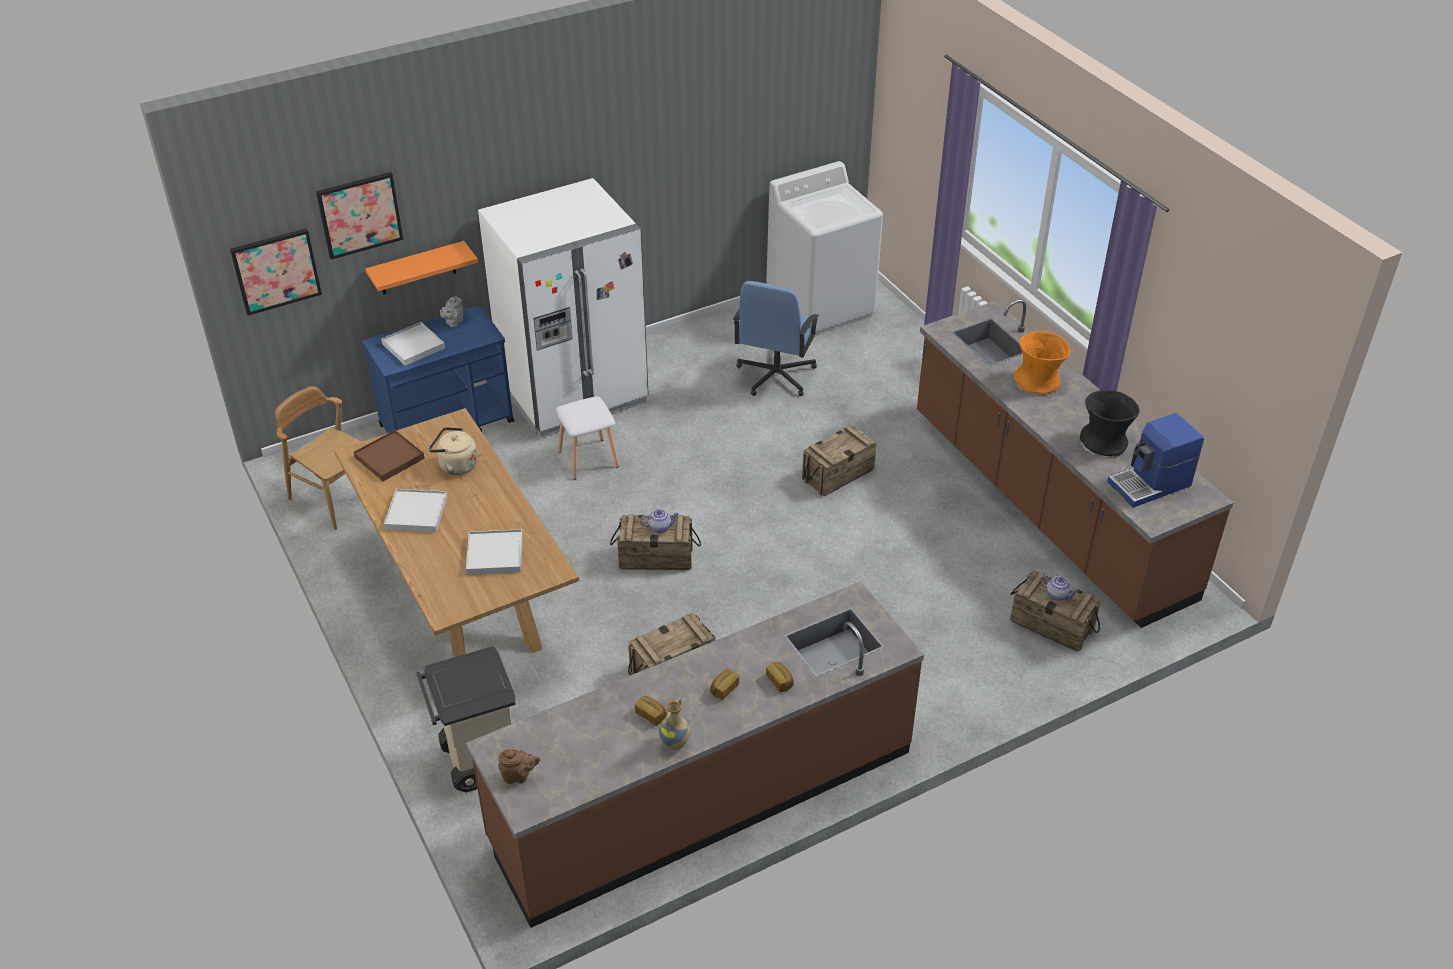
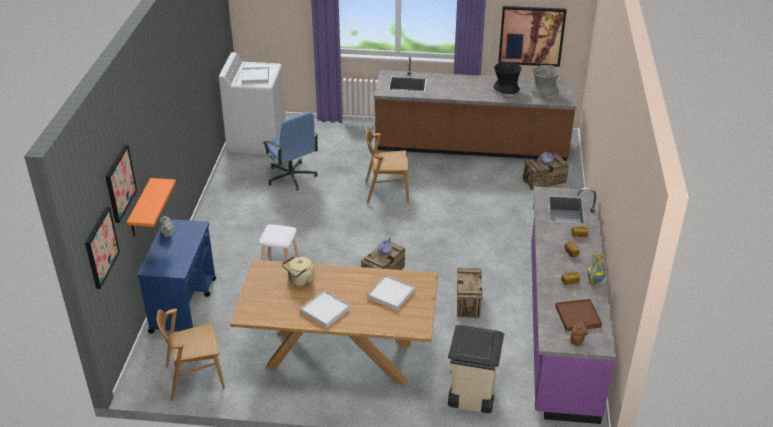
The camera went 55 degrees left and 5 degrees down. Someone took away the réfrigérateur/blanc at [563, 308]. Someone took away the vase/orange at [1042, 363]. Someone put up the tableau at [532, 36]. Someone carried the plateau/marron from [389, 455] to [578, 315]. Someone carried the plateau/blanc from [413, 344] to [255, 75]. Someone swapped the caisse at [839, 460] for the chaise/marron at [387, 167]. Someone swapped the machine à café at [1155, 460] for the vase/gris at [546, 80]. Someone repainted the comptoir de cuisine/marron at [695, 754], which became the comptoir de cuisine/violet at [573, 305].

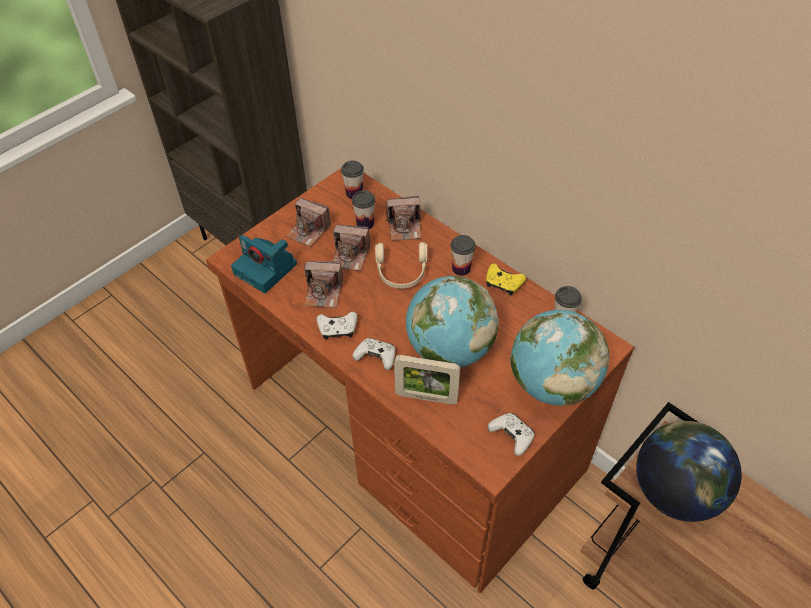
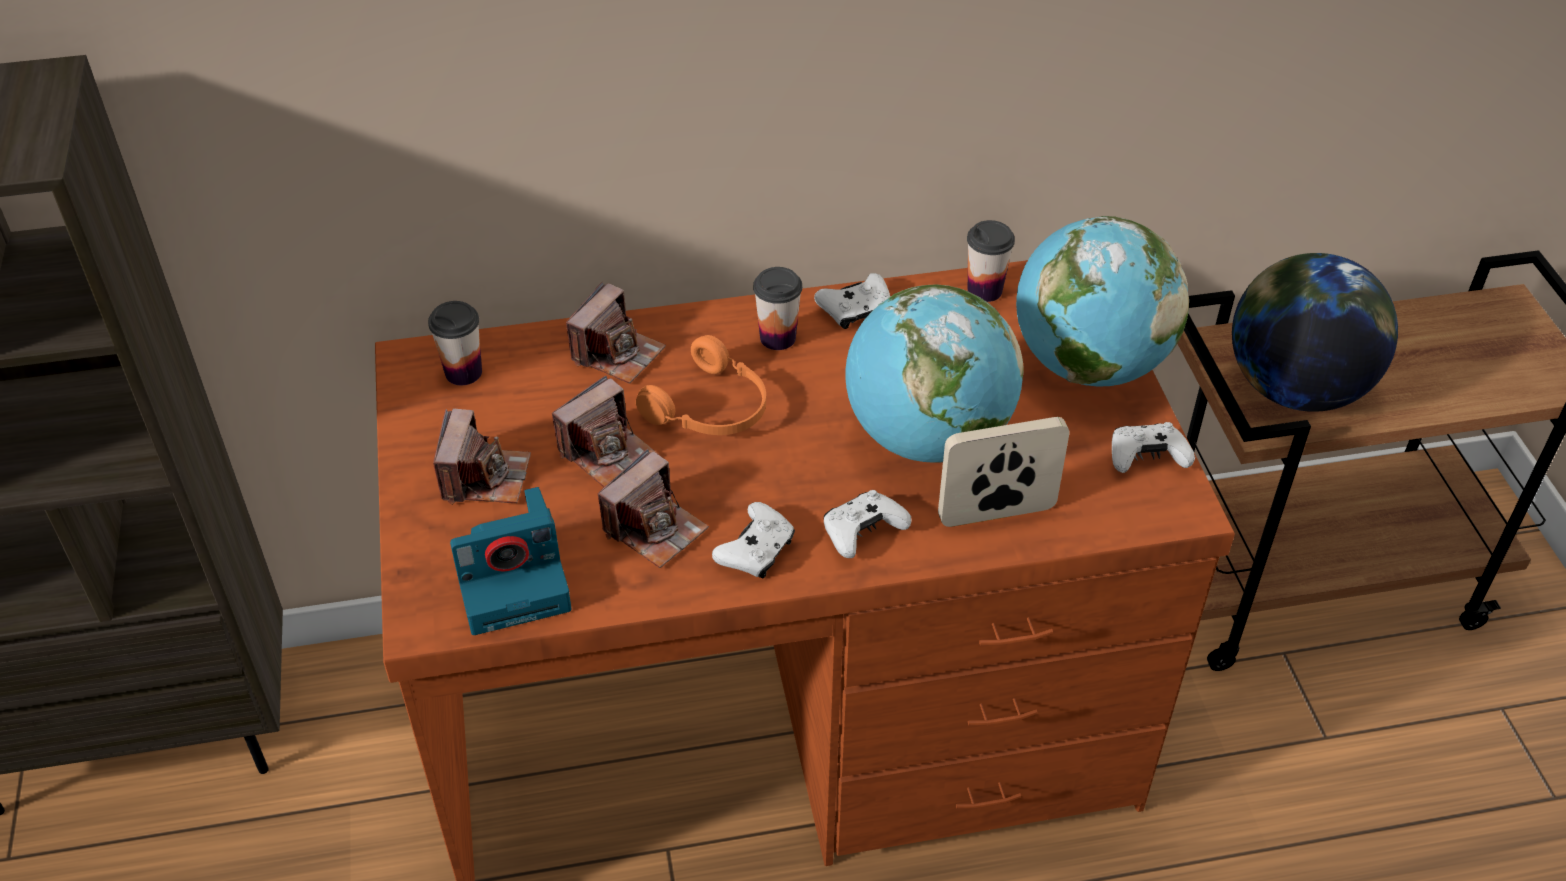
The camera went 55 degrees left and 5 degrees down. Someone took away the tasse at [363, 209]. Someone repainted the casque audio/beige at [401, 265], which became the casque audio/orange at [701, 385]. Someone repainted the manette/jaune at [506, 280], which became the manette/blanc at [852, 301]. Someone rotated the appareil photo at [308, 222] by 60 degrees counterclockwise. Someone rotated the cadre photo at [427, 380] by 150 degrees counterclockwise.

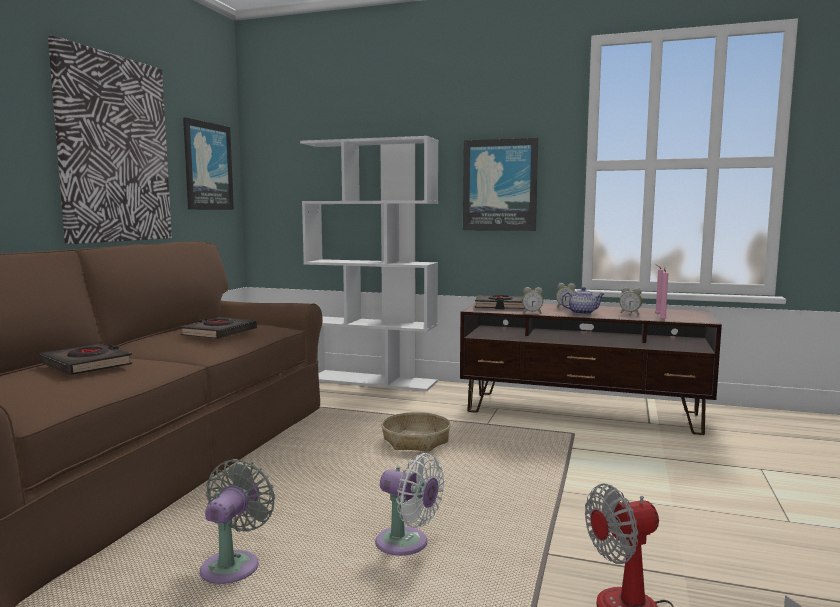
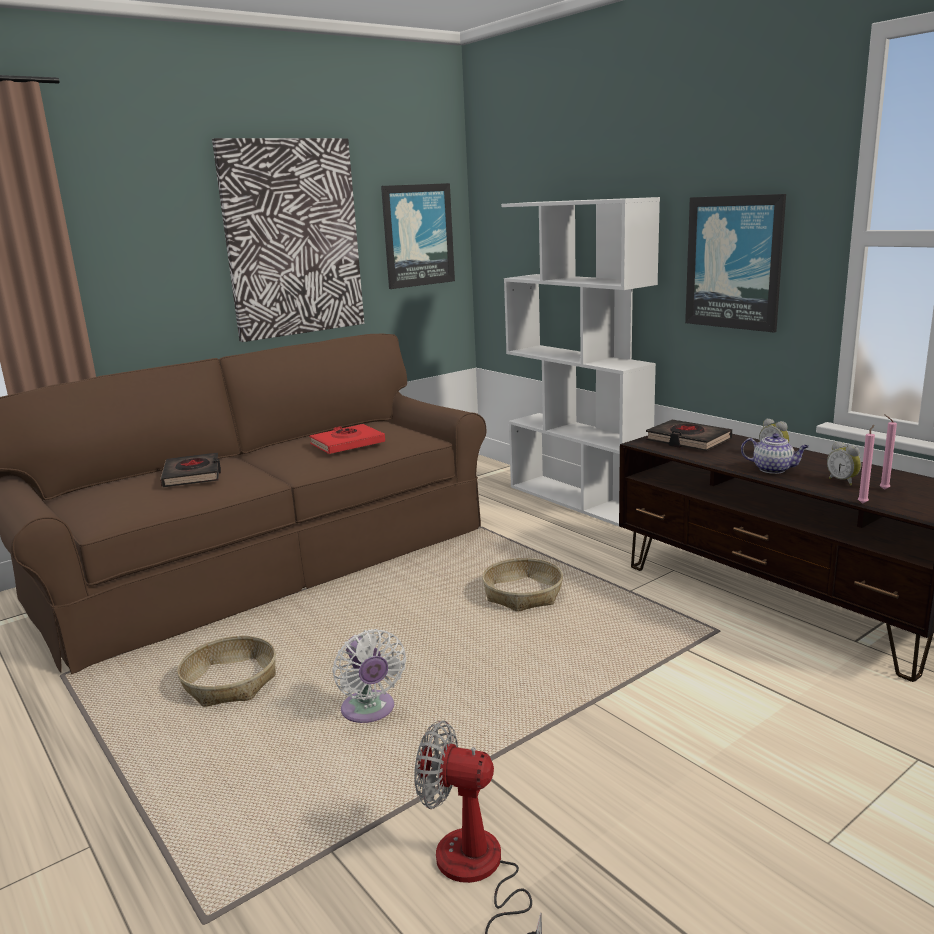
The camera went 35 degrees right and 10 degrees up. Someone took away the réveil at [532, 300]. Someone swapped the ventilateur/gris at [237, 521] for the panier at [226, 671]. Someone repainted the livre/noir at [219, 328], which became the livre/rouge at [347, 439].

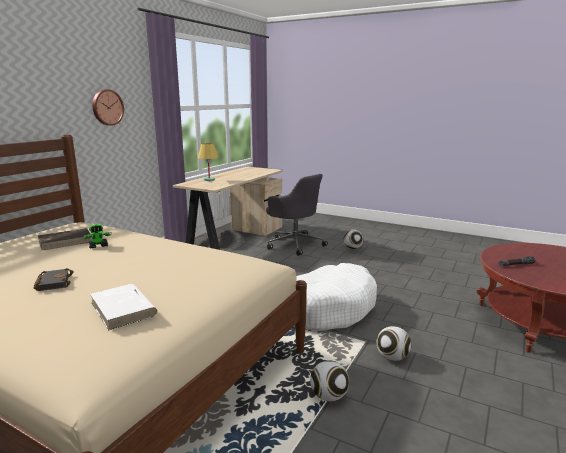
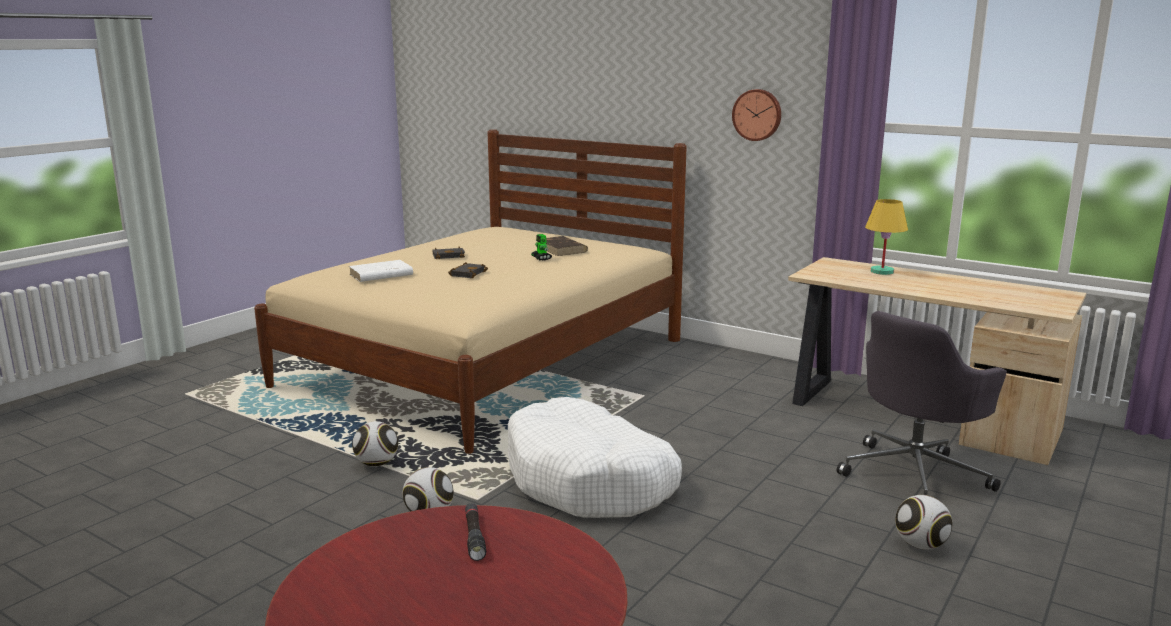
The camera went 95 degrees right and 0 degrees up. Someone put down the livre/noir at [468, 270].

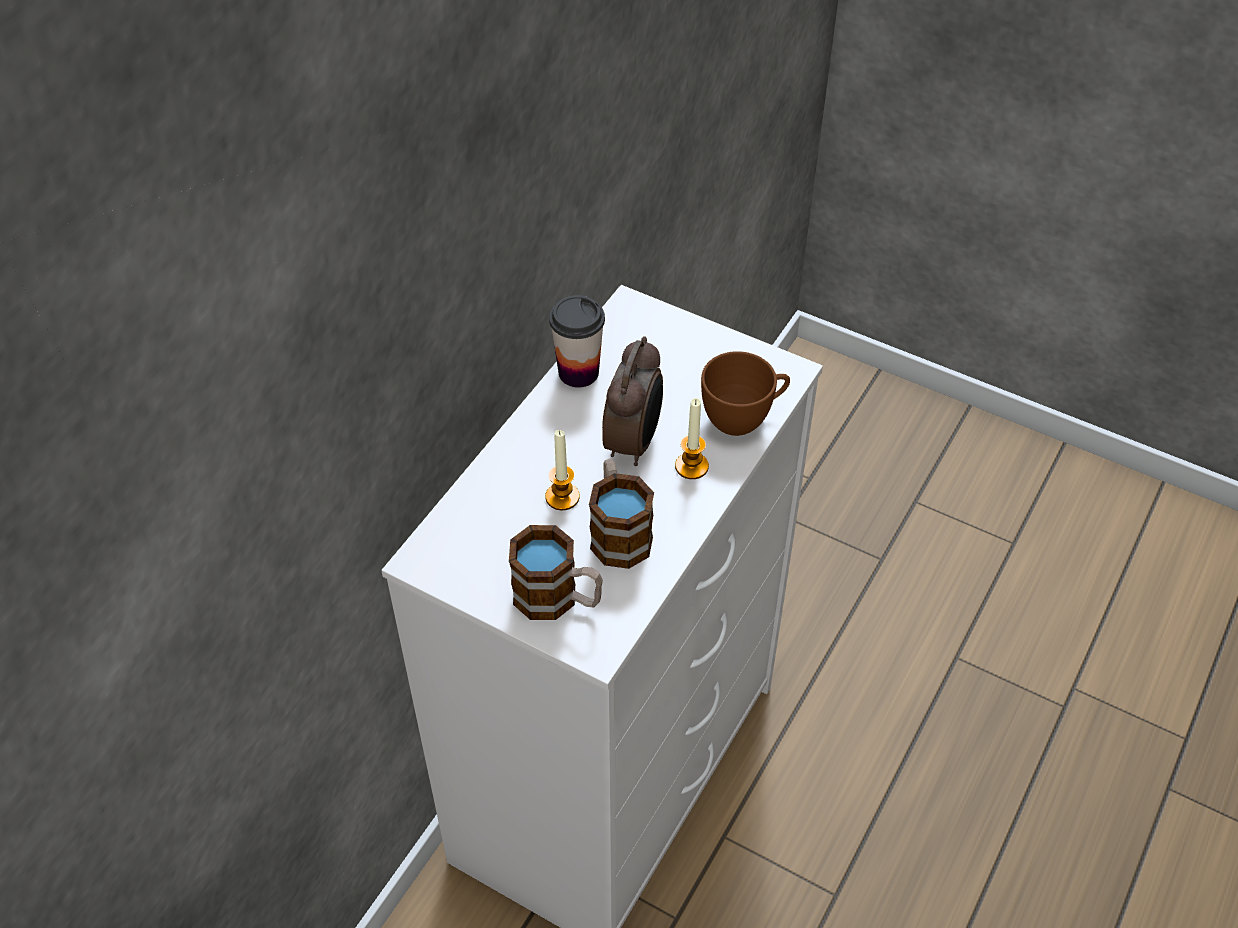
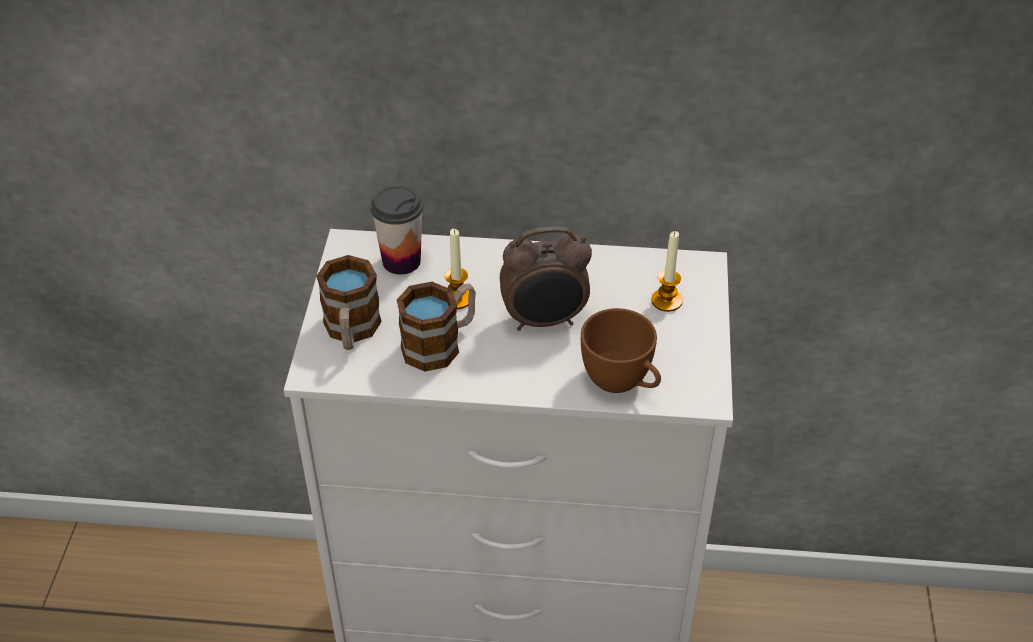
The camera went 65 degrees right and 5 degrees down. Someone carried the tasse from [577, 341] to [396, 230]. Someone carried the bougie from [692, 438] to [667, 271].

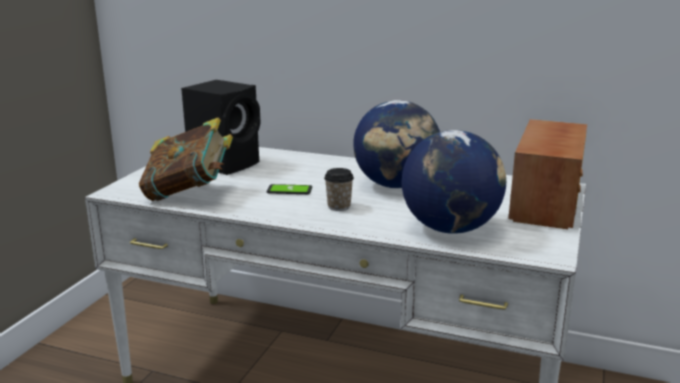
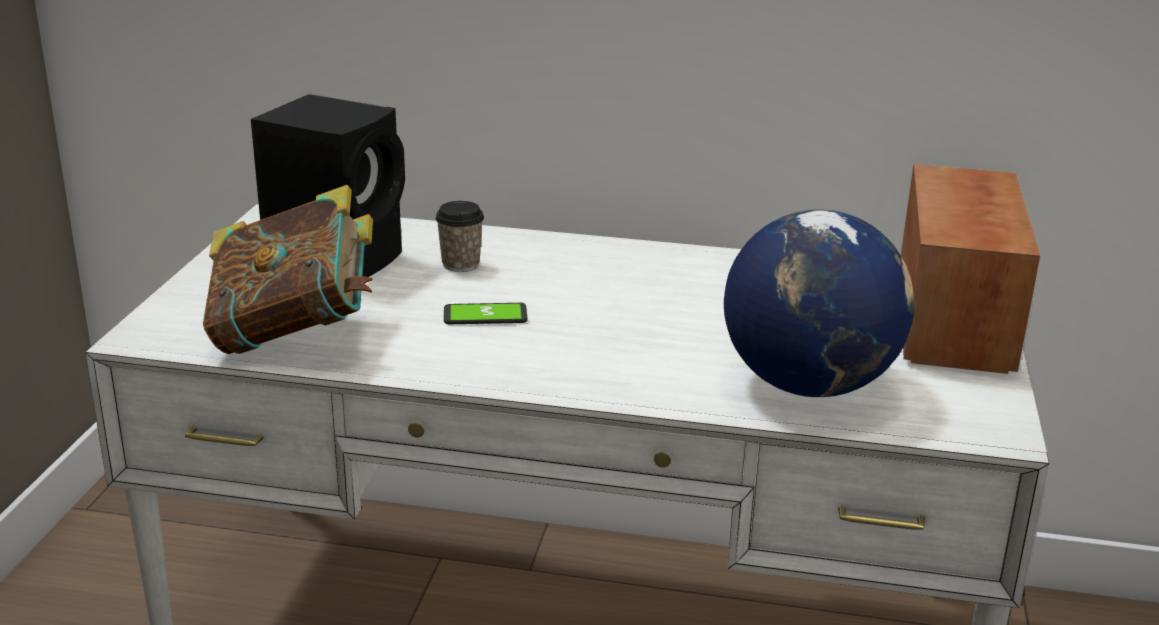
The camera went 10 degrees left and 5 degrees up. Someone took away the globe at [396, 144]. Someone carried the tasse from [339, 189] to [459, 236].

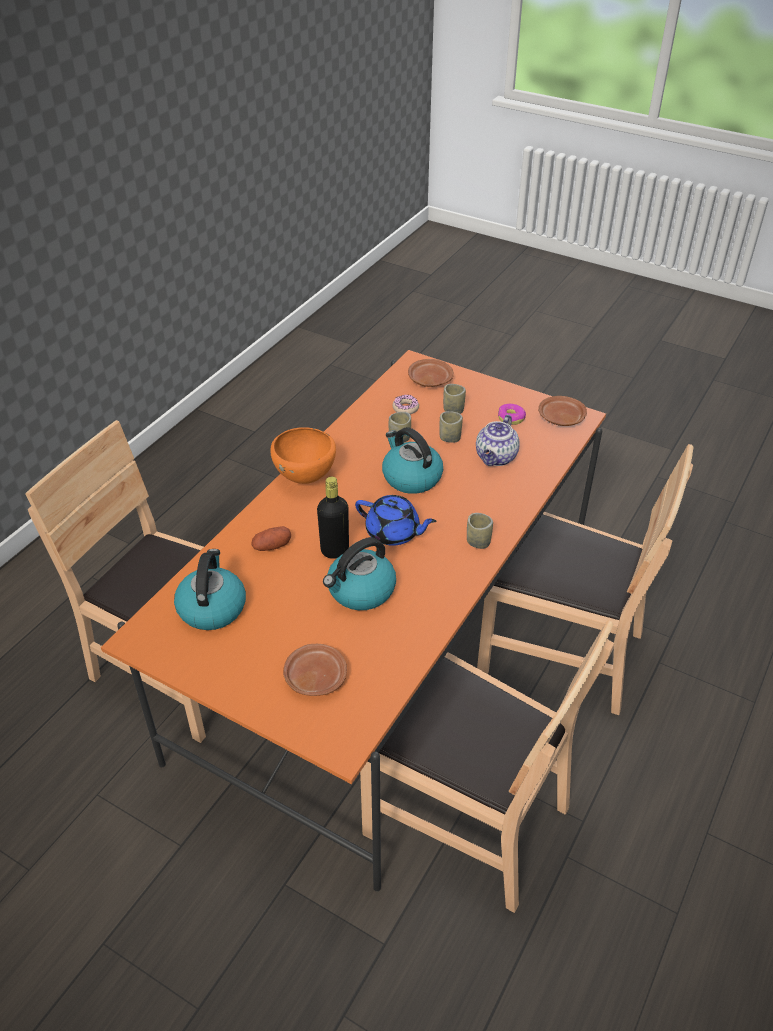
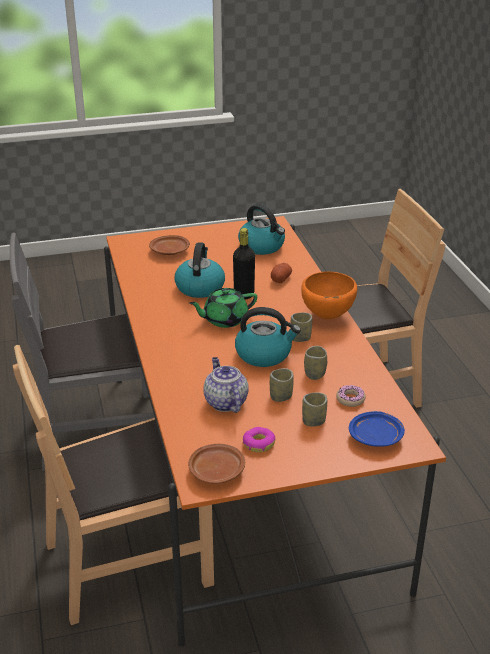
The camera went 135 degrees right and 10 degrees down. Someone carried the tasse from [480, 531] to [301, 327]. Someone repainted the théière/bleu at [395, 520], which became the théière/vert at [223, 308]. Someone repainted the chaise/marron at [487, 766], which became the chaise/gris at [82, 352]. Someone repainted the assiette/marron at [431, 373], which became the assiette/bleu at [377, 429].

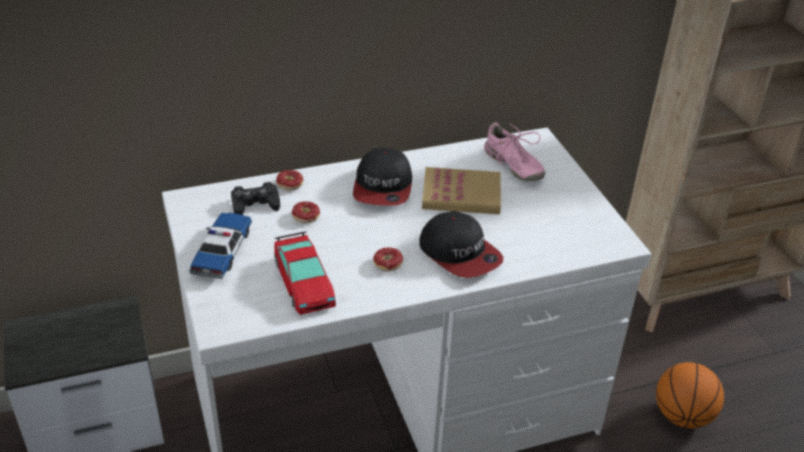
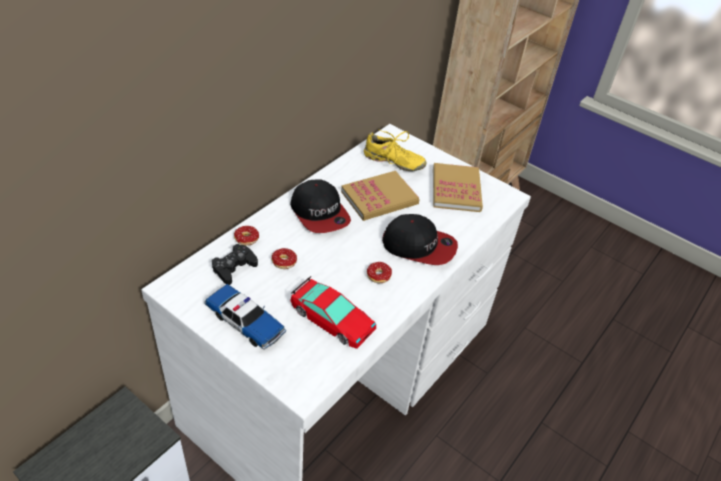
The camera went 35 degrees left and 5 degrees up. Someone took away the ballon de basket at [690, 395]. Someone put down the livre at [458, 187]. Someone repainted the chaussure/rose at [514, 151], which became the chaussure/jaune at [395, 150]. Someone rotated the petite voiture at [221, 246] by 150 degrees clockwise.

